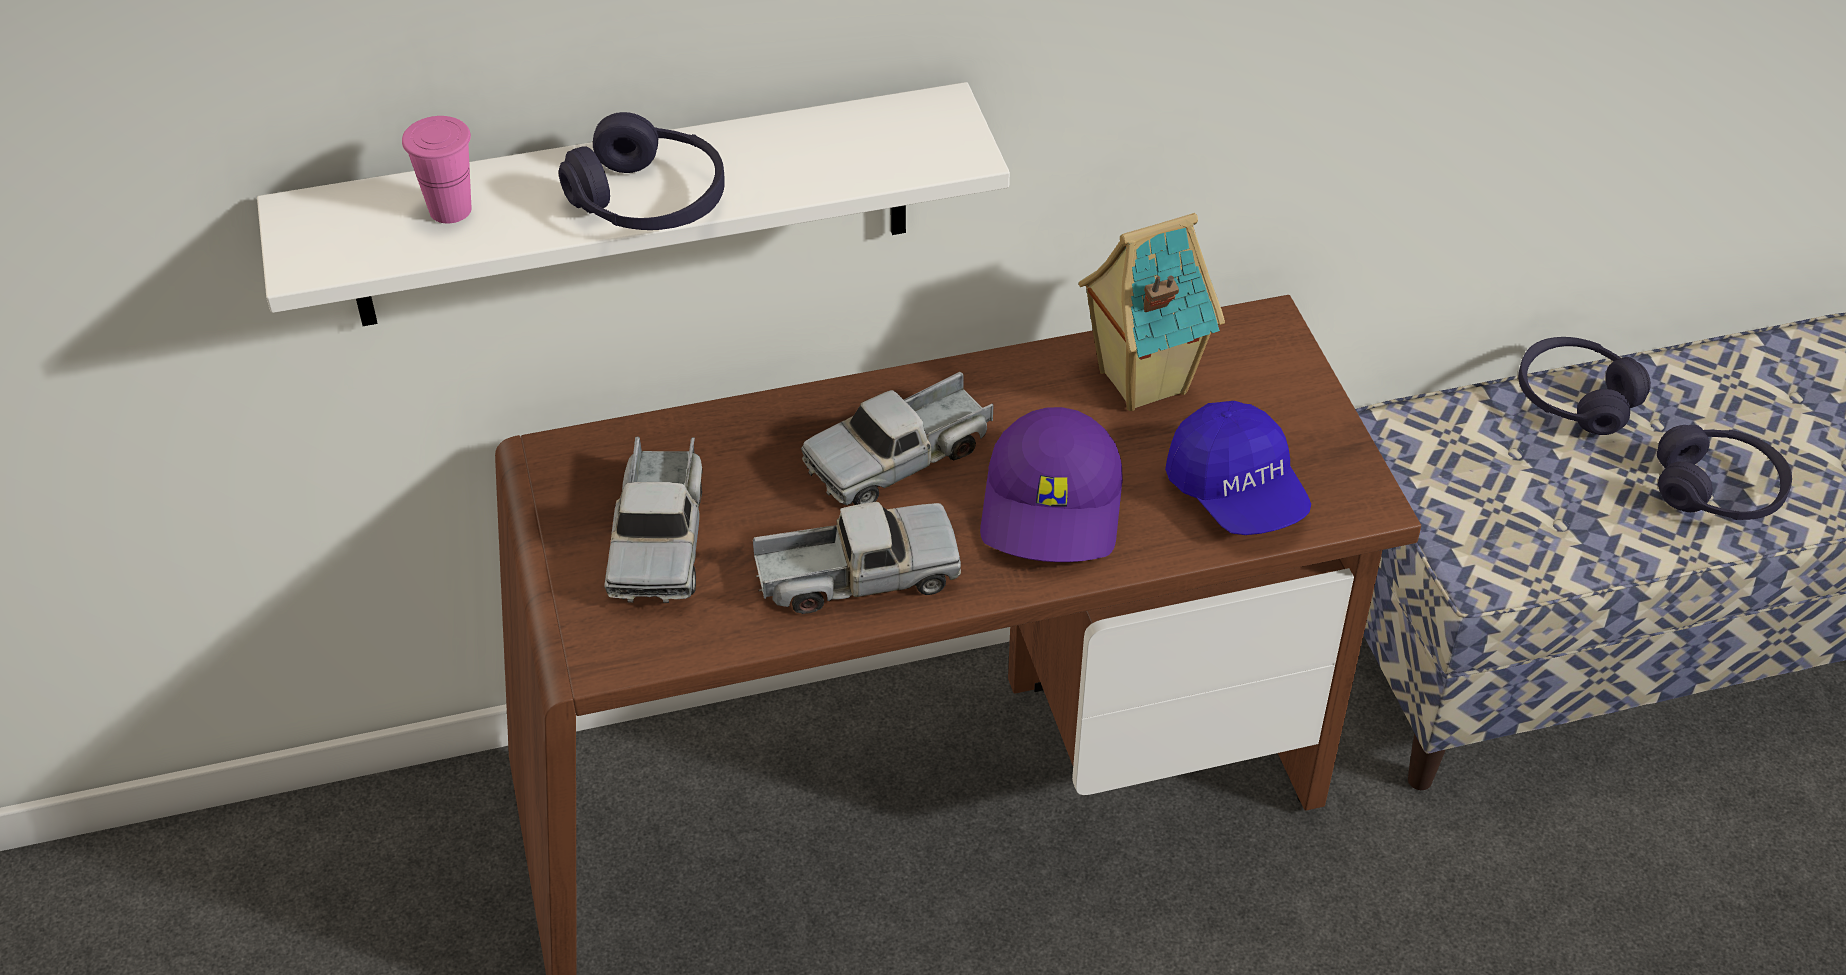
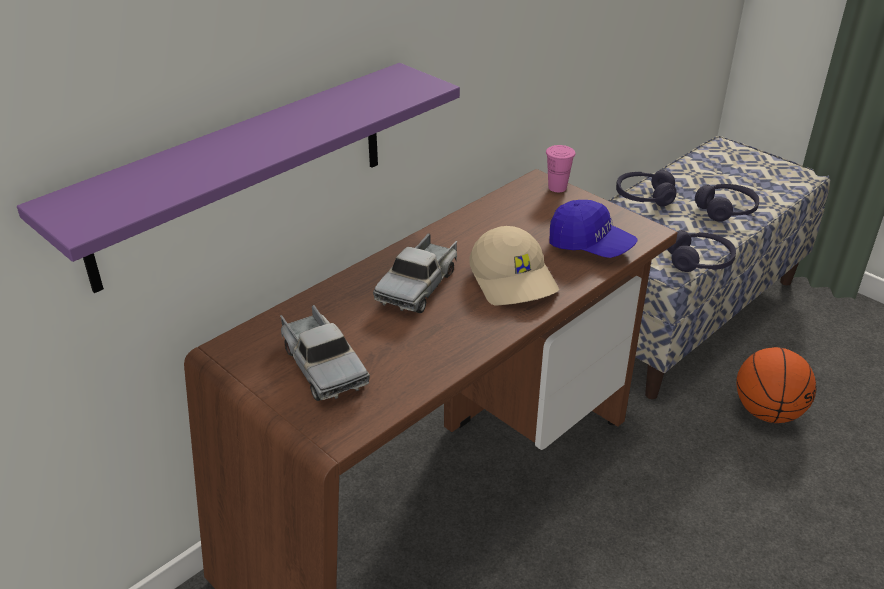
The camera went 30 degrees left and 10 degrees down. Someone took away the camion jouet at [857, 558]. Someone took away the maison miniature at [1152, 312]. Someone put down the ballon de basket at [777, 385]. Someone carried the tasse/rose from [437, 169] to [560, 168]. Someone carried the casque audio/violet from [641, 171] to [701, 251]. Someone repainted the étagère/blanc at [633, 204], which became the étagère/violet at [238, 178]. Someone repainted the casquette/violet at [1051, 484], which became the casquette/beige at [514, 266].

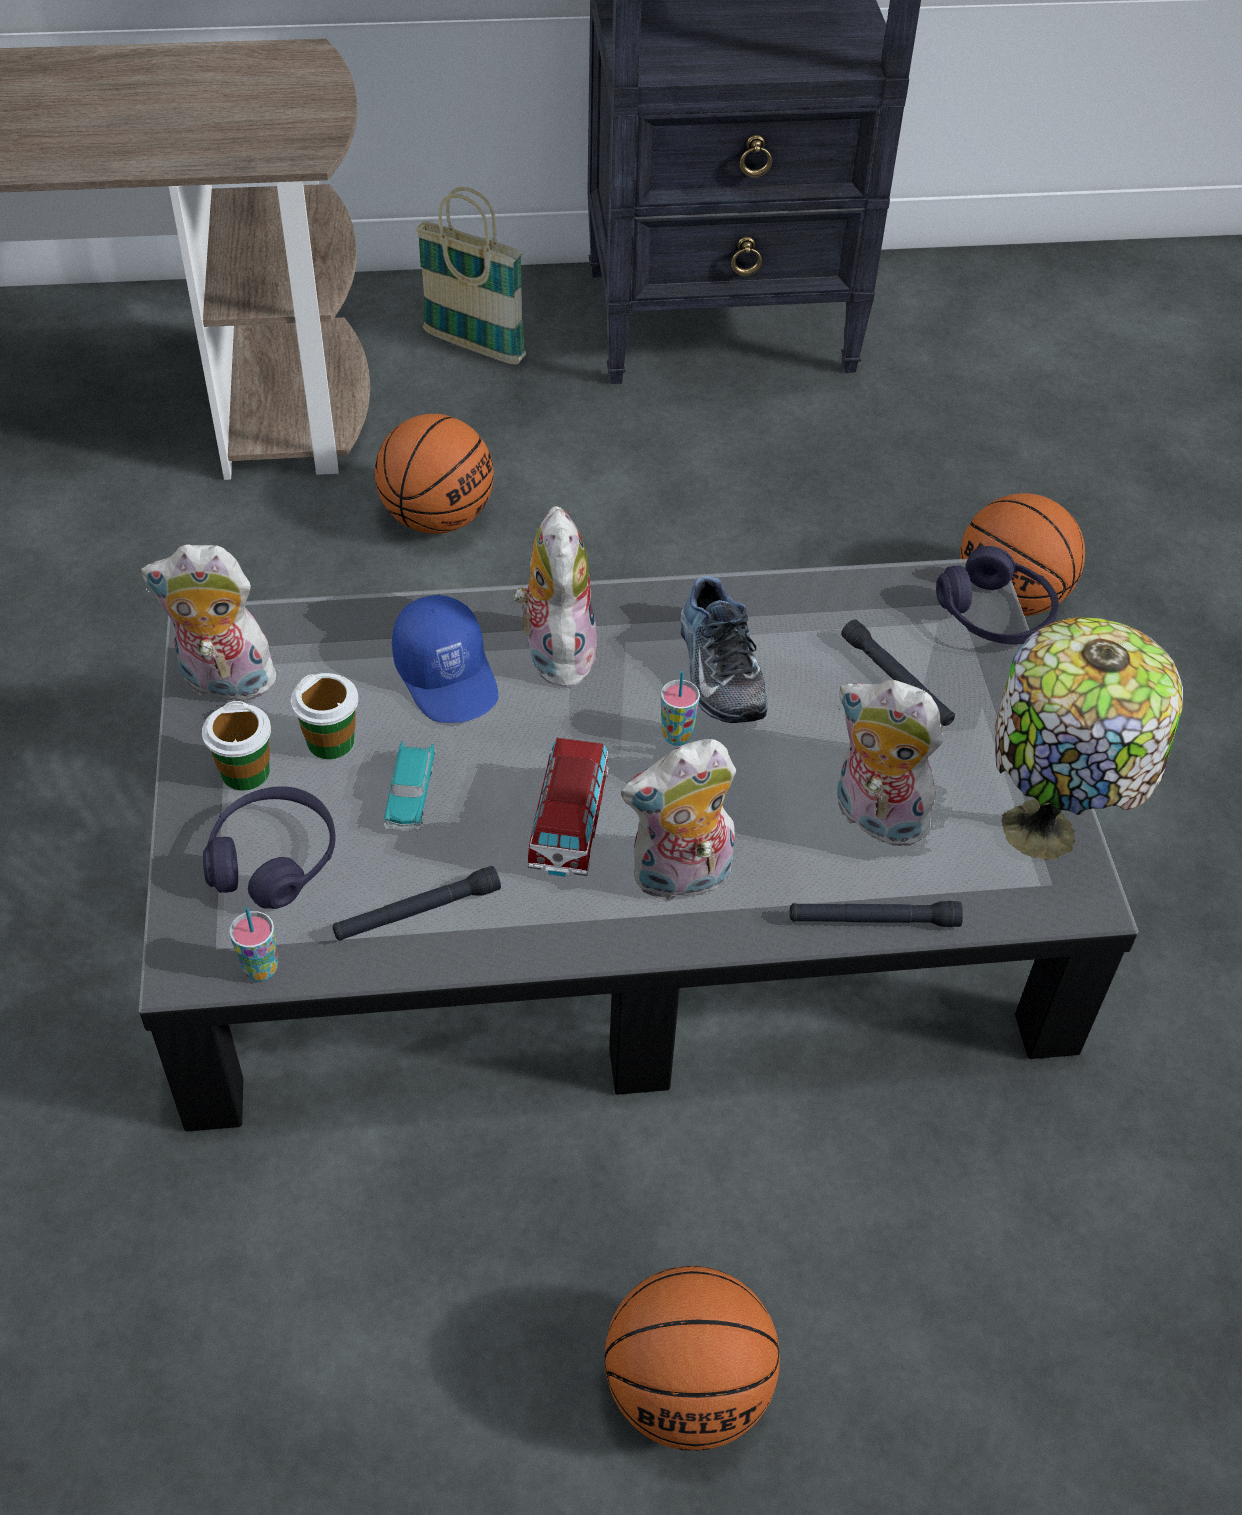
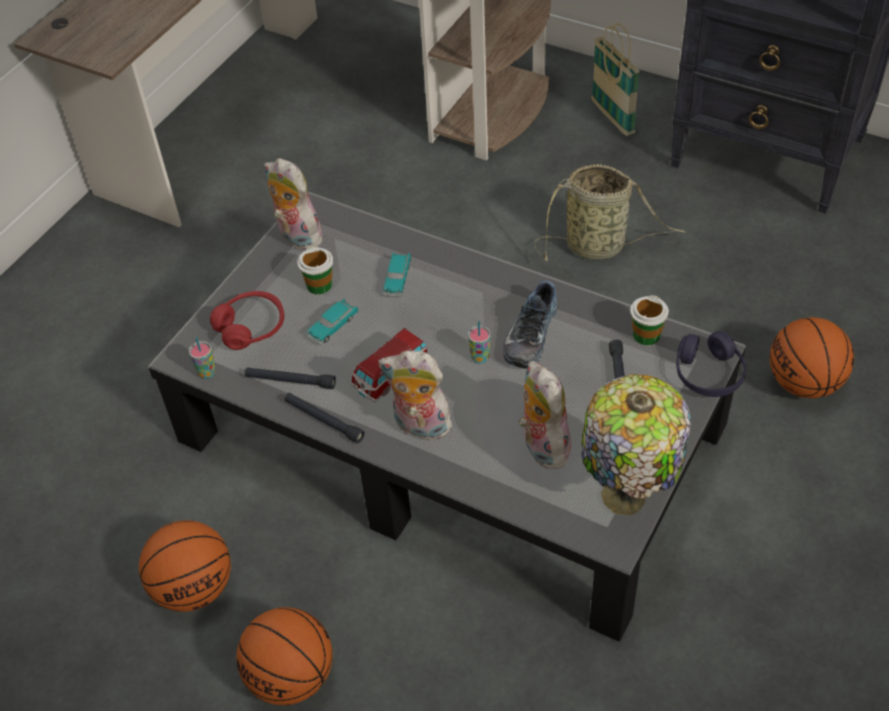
The camera went 40 degrees right and 0 degrees up. Someone took away the peluche at [556, 597]. Someone put down the panier at [610, 213]. Someone carried the tasse from [236, 746] to [649, 320]. Someone carried the ballon de basket from [434, 474] to [185, 566]. Someone carried the lampe de poche/noir from [876, 914] to [324, 418]. Someone swapped the casquette/bleu at [445, 659] for the petite voiture at [397, 274]. Someone repainted the casque audio/violet at [269, 847], which became the casque audio/rouge at [247, 320].

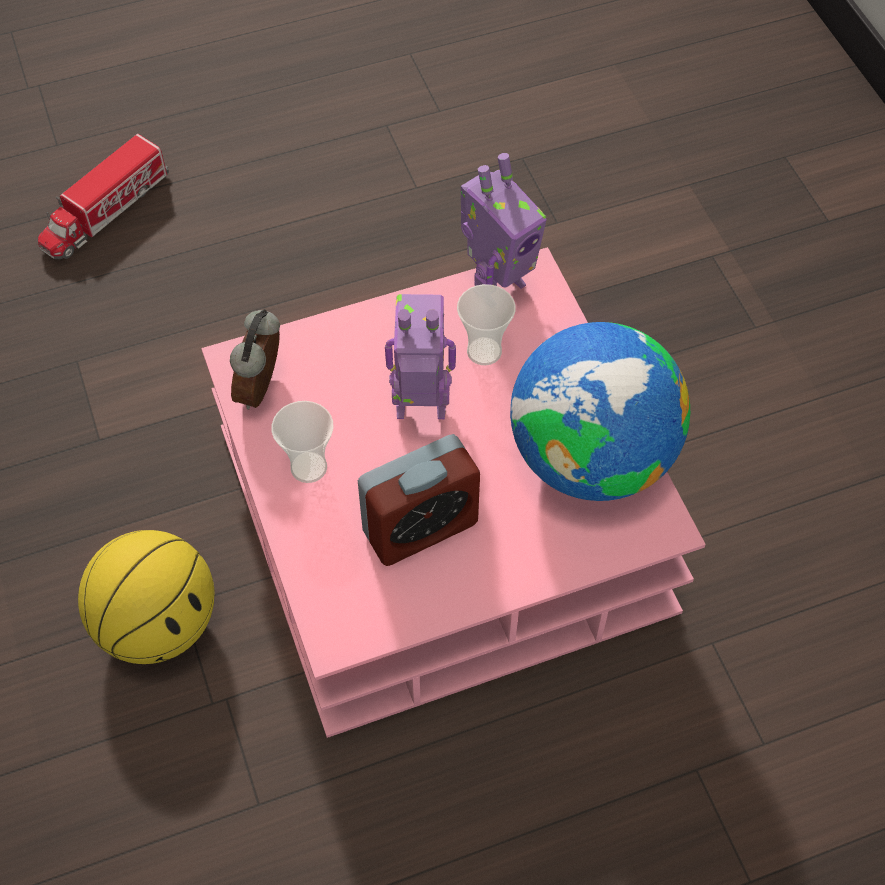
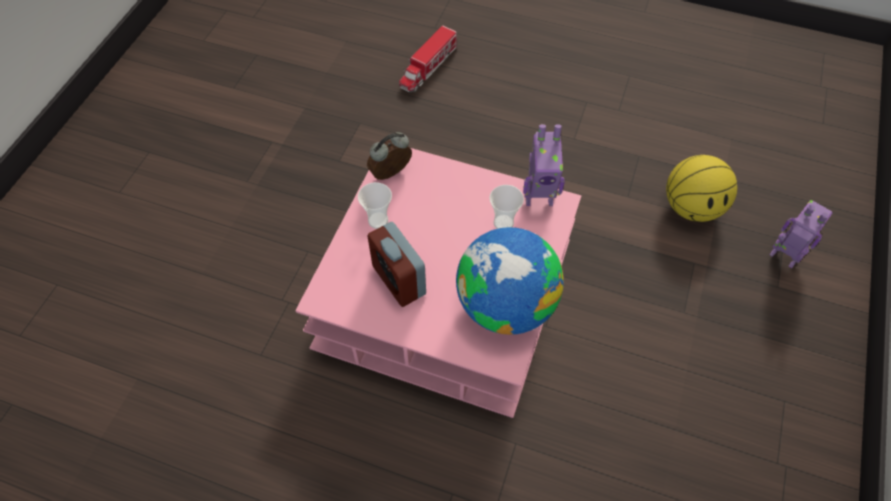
The camera went 40 degrees right and 0 degrees up. Someone carried the ballon de basket from [146, 597] to [701, 188]. Someone carried the robot jouet from [420, 356] to [801, 234]. Someone rotated the camion jouet at [103, 196] by 45 degrees counterclockwise. Someone rotated the réveil at [419, 500] by 45 degrees clockwise.

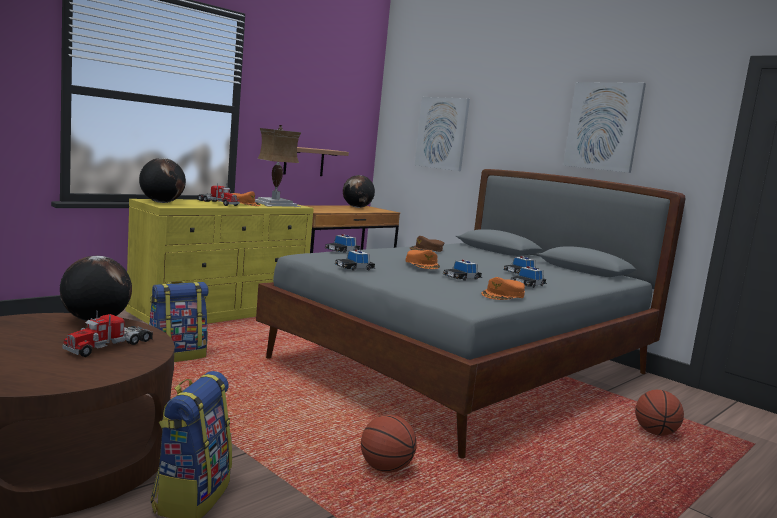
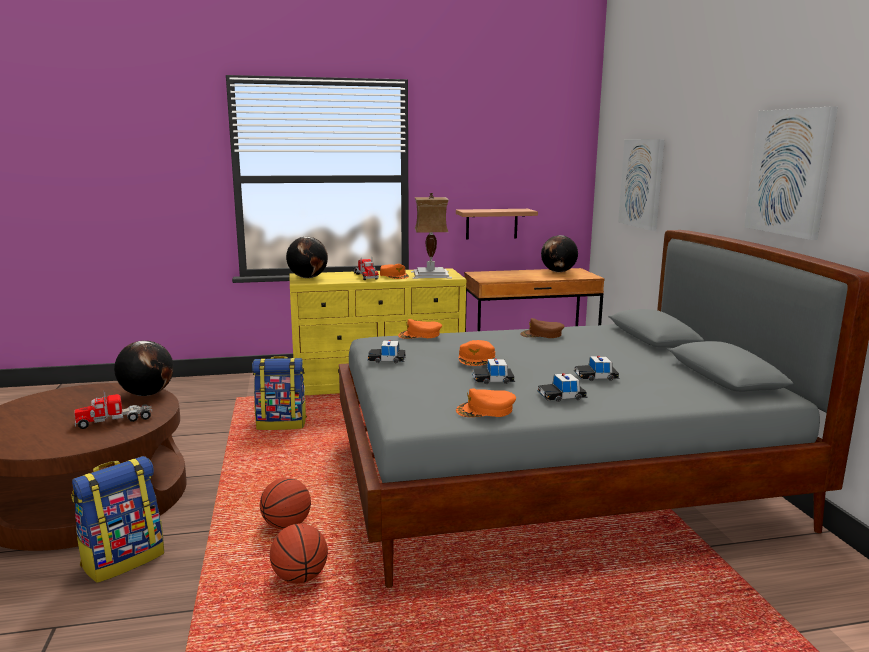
The camera went 35 degrees right and 5 degrees up. Someone carried the ballon de basket from [659, 413] to [285, 503]. Someone swapped the petite voiture at [342, 243] for the casquette/orange at [420, 329].

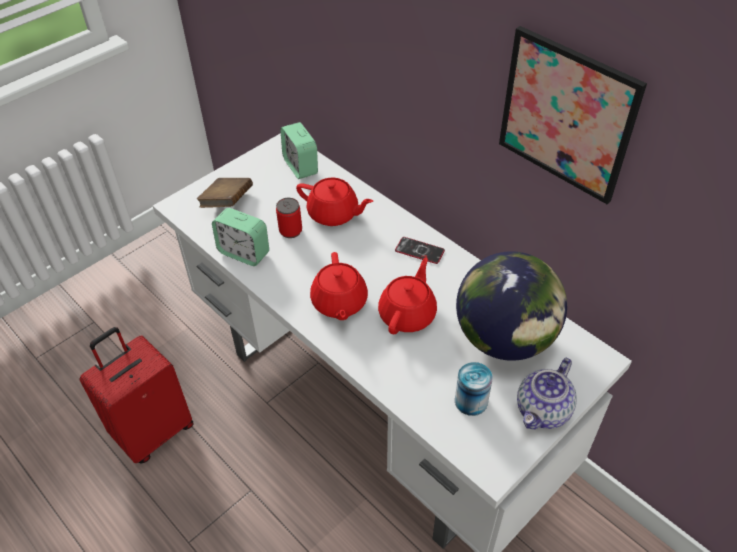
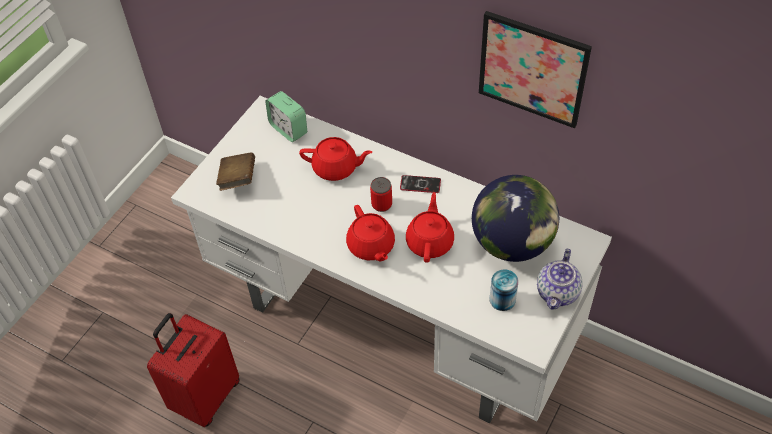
The camera went 15 degrees left and 5 degrees up. Someone took away the réveil at [240, 237]. Someone carried the boîte métallique from [289, 218] to [381, 194].

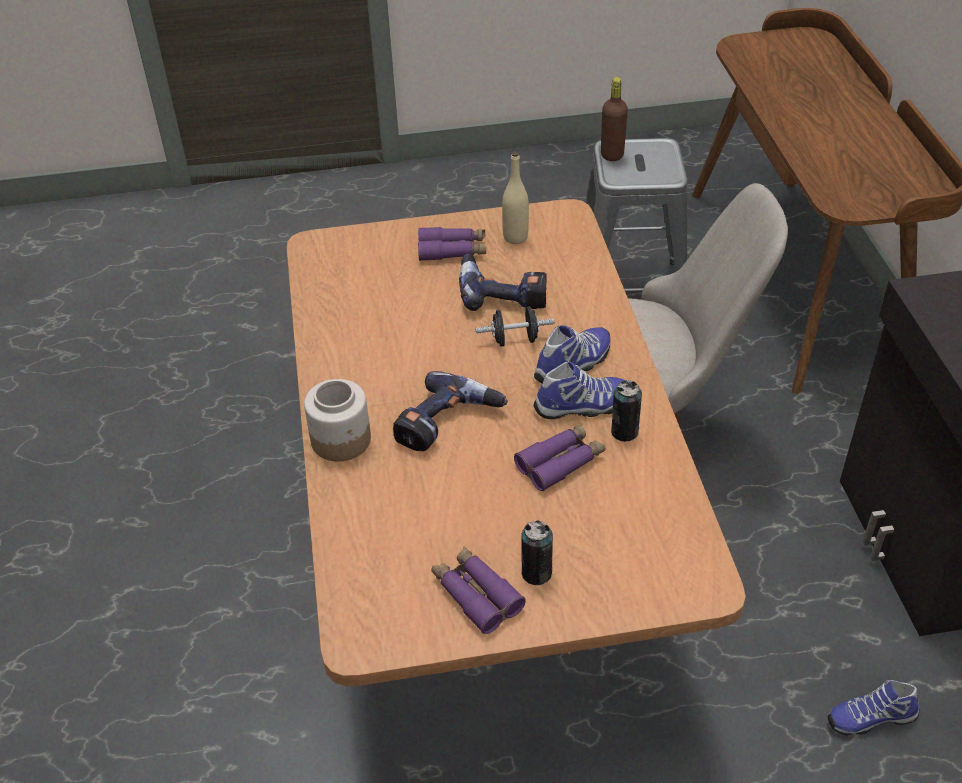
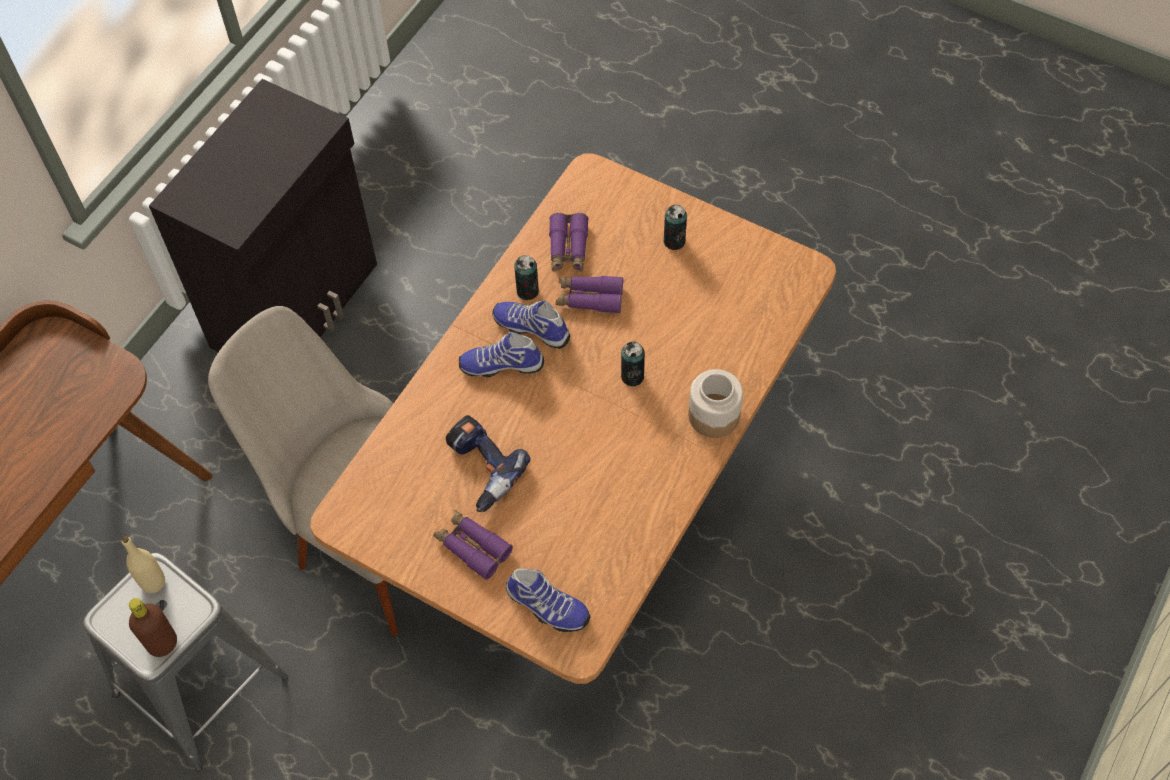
The camera went 140 degrees left and 15 degrees up. Someone took away the haltère/noir at [515, 326]. Someone carried the jumelles/violet from [478, 590] to [569, 242]. Someone carried the bouteille/beige from [515, 197] to [143, 564]. Someone carried the chaussure from [873, 708] to [548, 600]. Someone swapped the perceuse at [450, 411] for the boîte métallique at [633, 364].

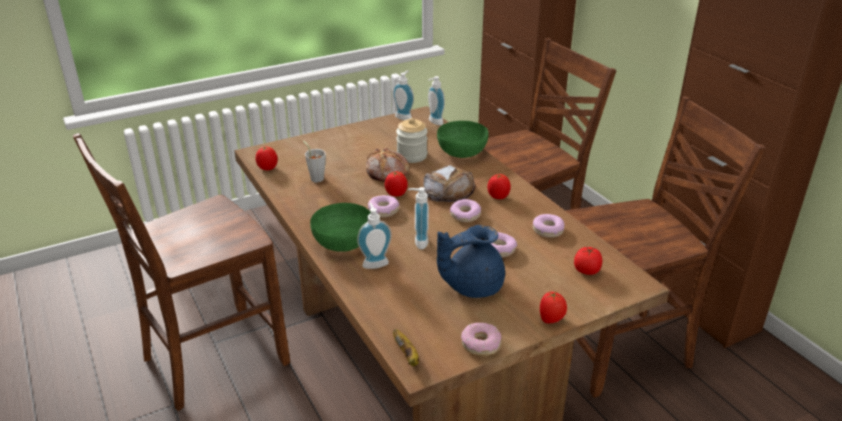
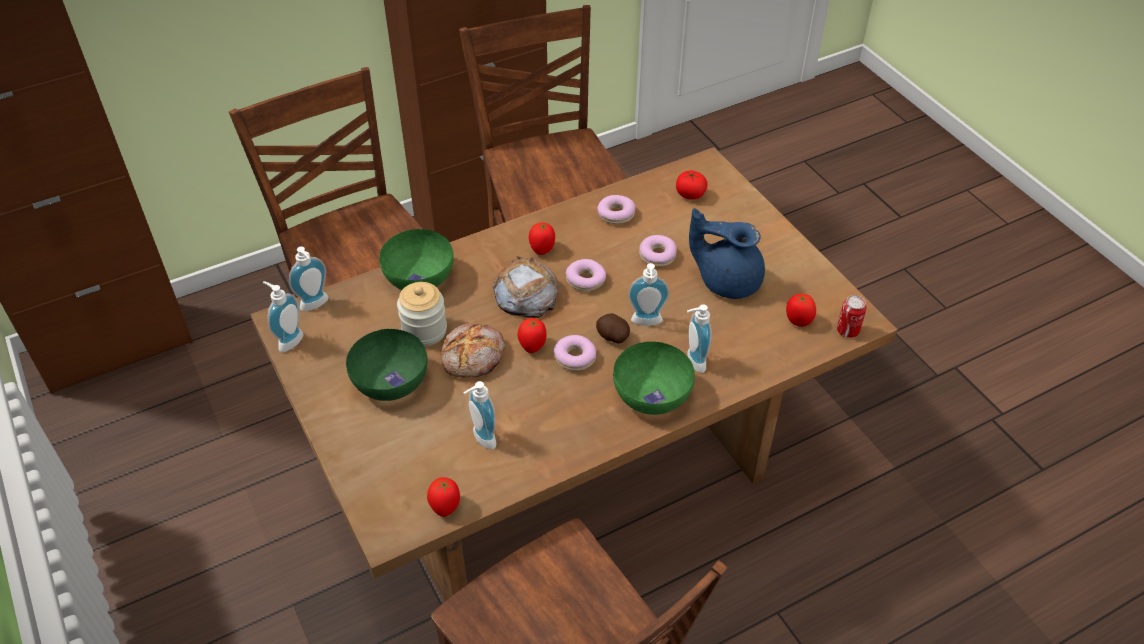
The camera went 90 degrees left and 15 degrees up. Someone took away the beignet at [481, 339]. Someone put down the bol/vert at [386, 365]. Someone put down the pomme de terre at [613, 328]. Someone carried the tomate from [553, 307] to [801, 310]. Someone swapped the tasse/gris at [314, 161] for the distributeur de savon at [480, 415]. Someone swapped the banane at [406, 347] for the boîte métallique at [851, 316]. Someone rotated the théière/bleu at [471, 261] by 135 degrees clockwise.

